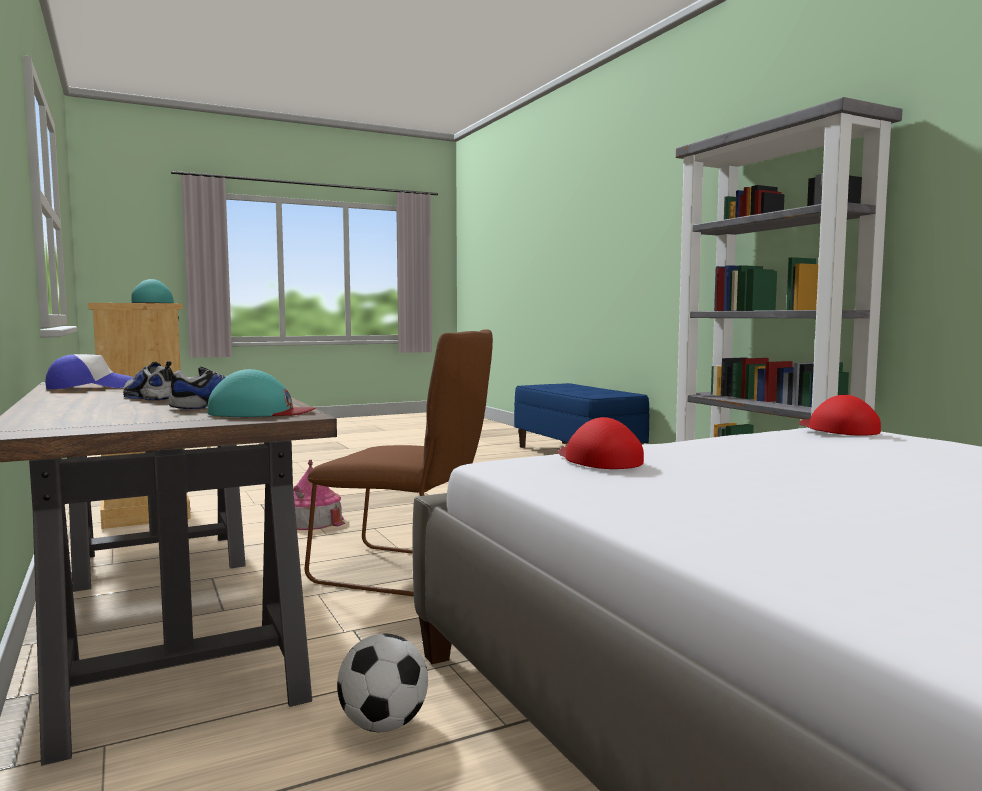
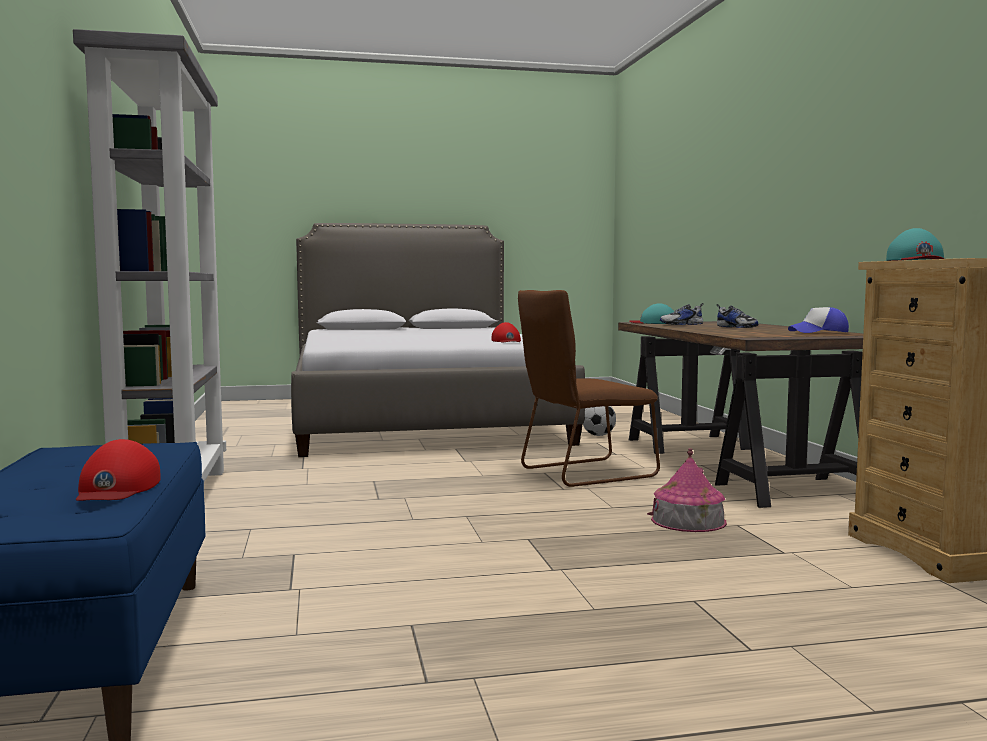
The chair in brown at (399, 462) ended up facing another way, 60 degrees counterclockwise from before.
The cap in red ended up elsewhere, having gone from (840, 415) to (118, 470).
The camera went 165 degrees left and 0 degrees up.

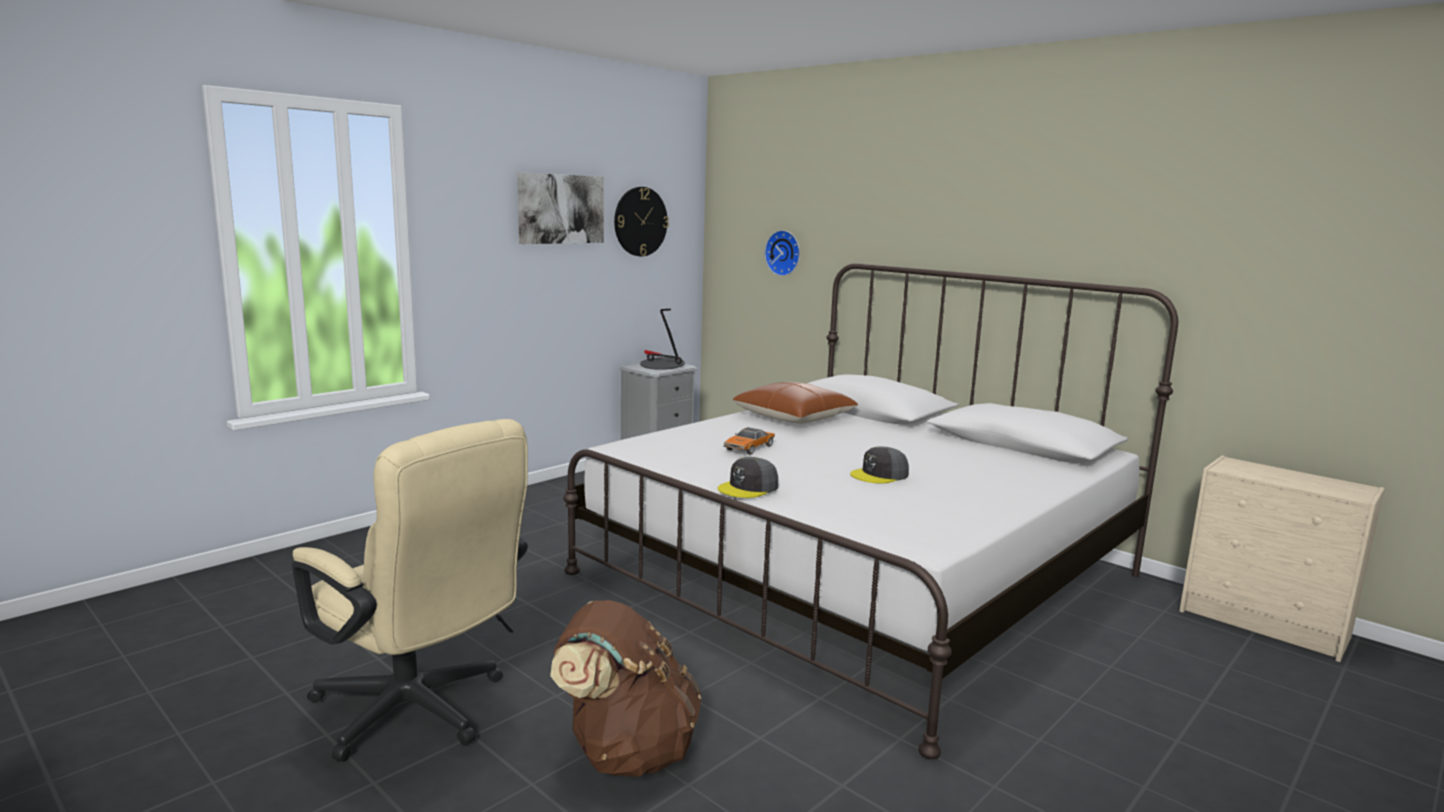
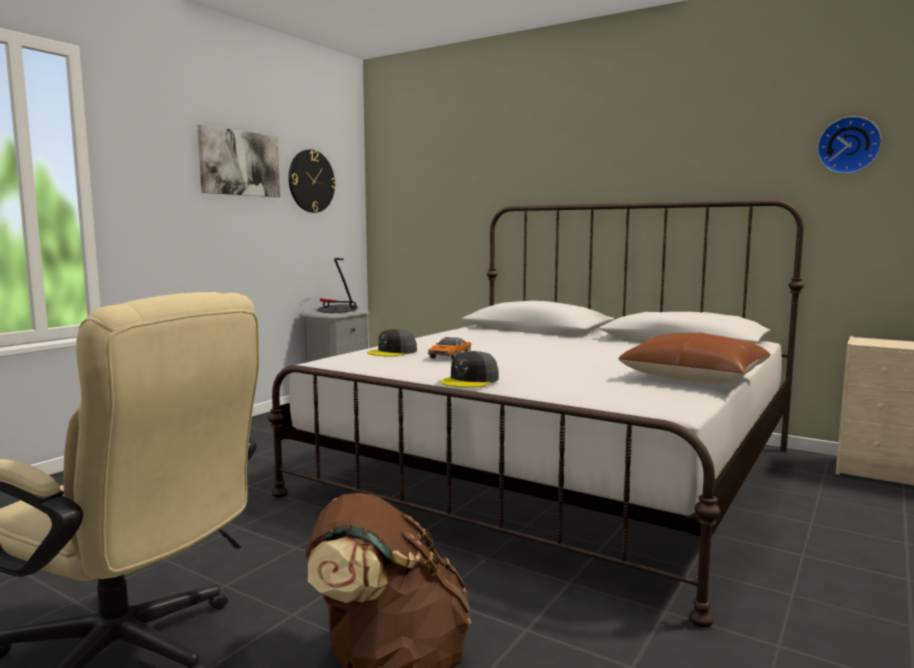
The wall clock ended up elsewhere, having gone from (782, 253) to (849, 145).
The pillow in brown ended up elsewhere, having gone from (795, 403) to (694, 357).
The cap in grey ended up elsewhere, having gone from (879, 465) to (392, 343).
The camera went 10 degrees left and 5 degrees down.

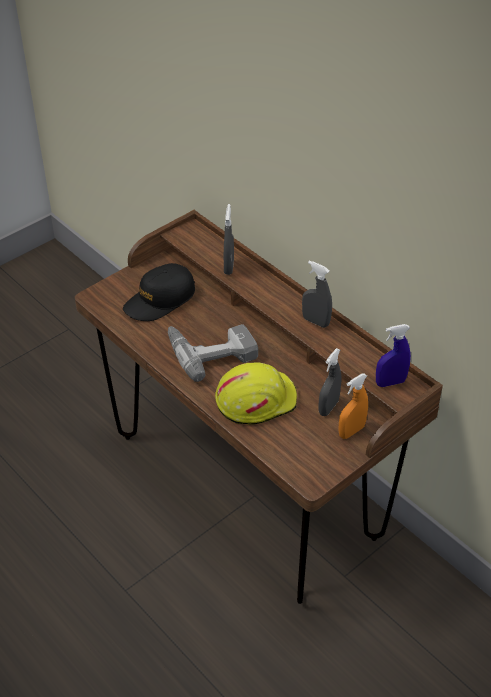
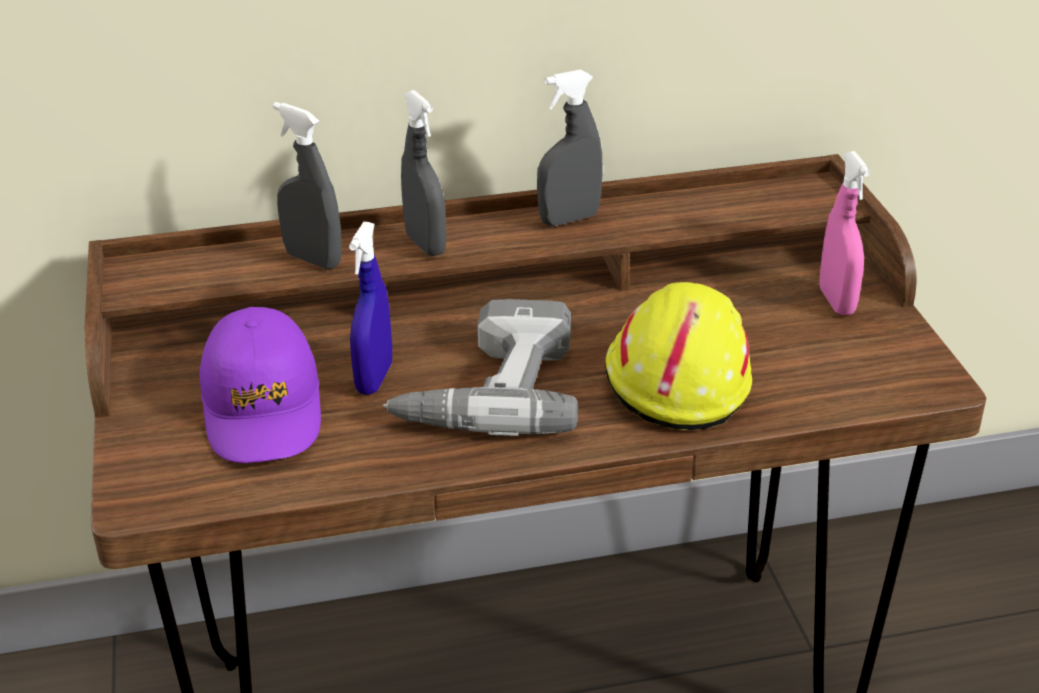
What was the cap in black at (159, 292) turned into the cap in purple at (260, 385).
The spray bottle in blue ended up elsewhere, having gone from (393, 355) to (370, 308).
The spray bottle in grey ended up elsewhere, having gone from (330, 382) to (423, 173).
What was the spray bottle in orange at (353, 406) turned into the spray bottle in pink at (844, 233).
The camera went 60 degrees left and 10 degrees down.

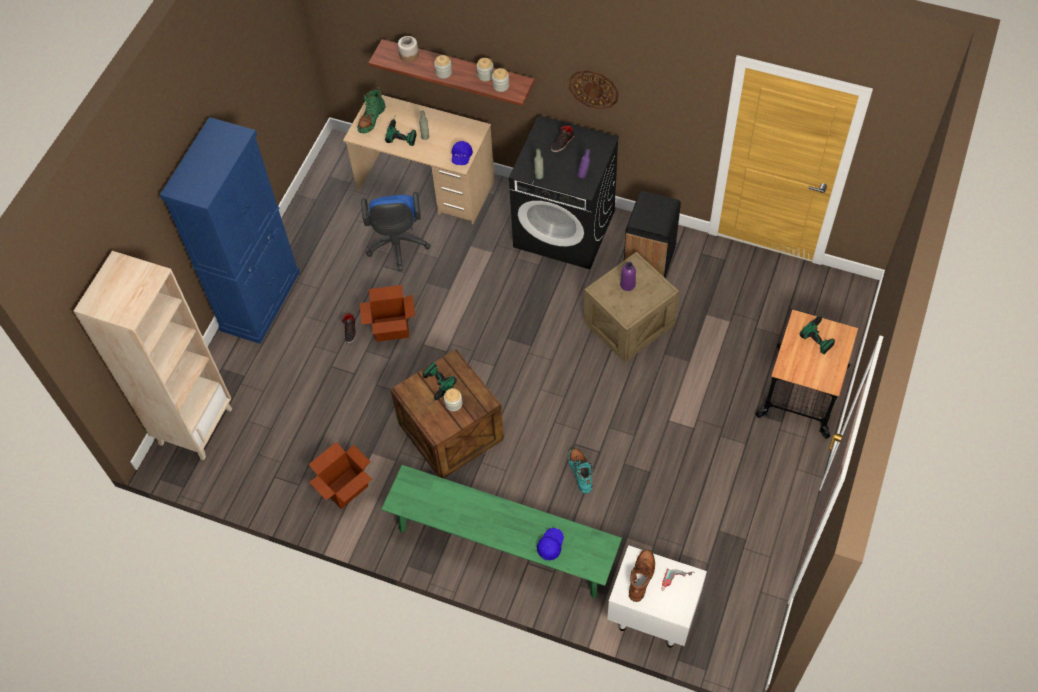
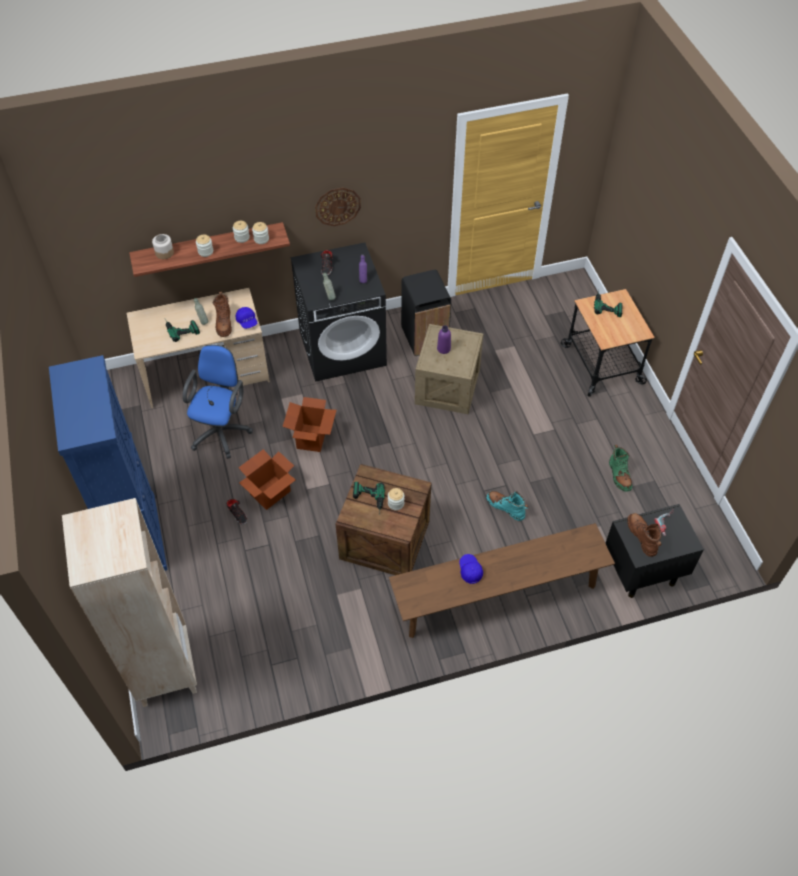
The boot in green ended up elsewhere, having gone from (372, 110) to (620, 468).
The office chair in blue at (396, 231) ended up facing another way, 120 degrees counterclockwise from before.
The cardboard box ended up elsewhere, having gone from (340, 475) to (309, 424).
What was the bench in green at (501, 531) turned into the bench in brown at (502, 580).
The cap in blue ended up elsewhere, having gone from (550, 544) to (471, 569).
What was the nightstand in white at (657, 596) turned into the nightstand in black at (655, 551).
The second view gained the boot in brown at (222, 314).
The camera went 40 degrees left and 5 degrees down.

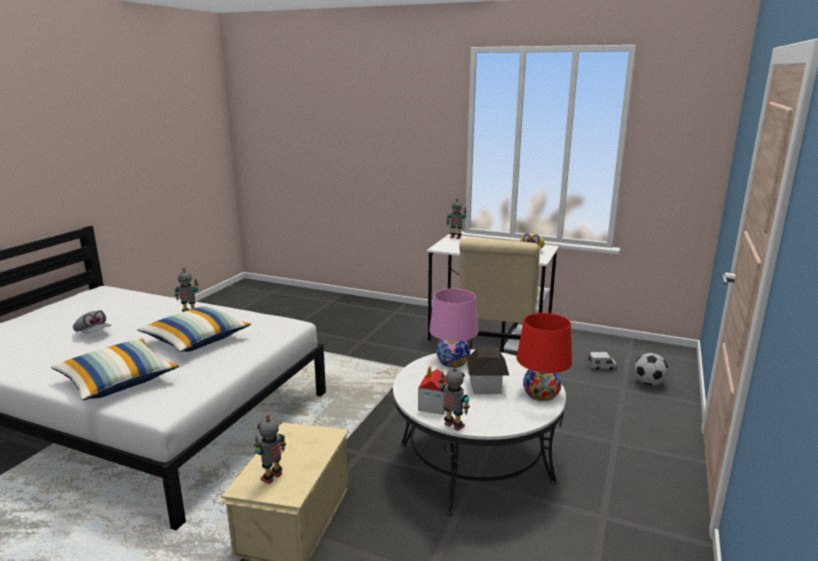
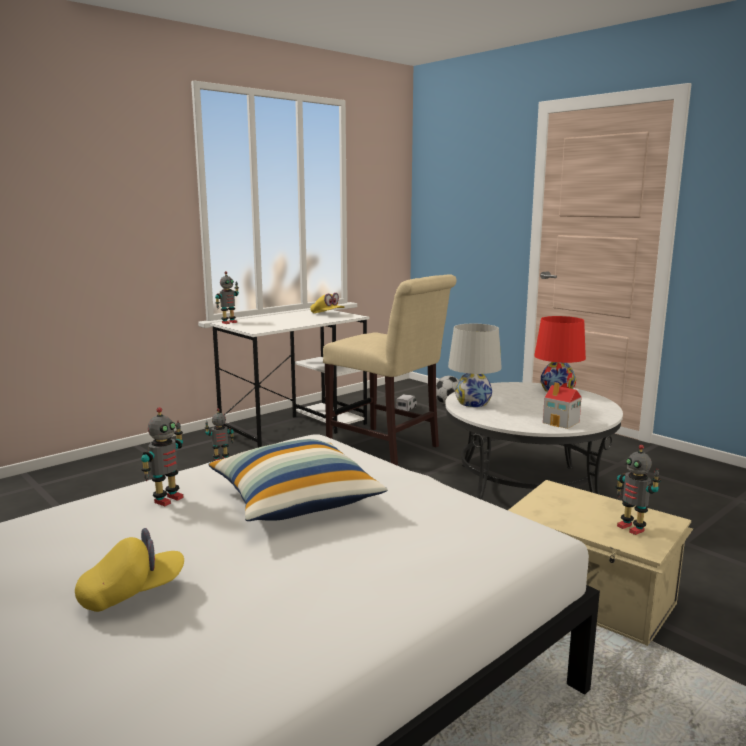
What was the table lamp in pink at (453, 328) turned into the table lamp in white at (475, 365).
What was the cap in grey at (92, 321) turned into the cap in yellow at (129, 570).
The second view lost the pillow at (115, 369).
The second view lost the toy house at (488, 371).
The toy robot ended up elsewhere, having gone from (454, 397) to (219, 434).
The camera went 65 degrees left and 5 degrees down.

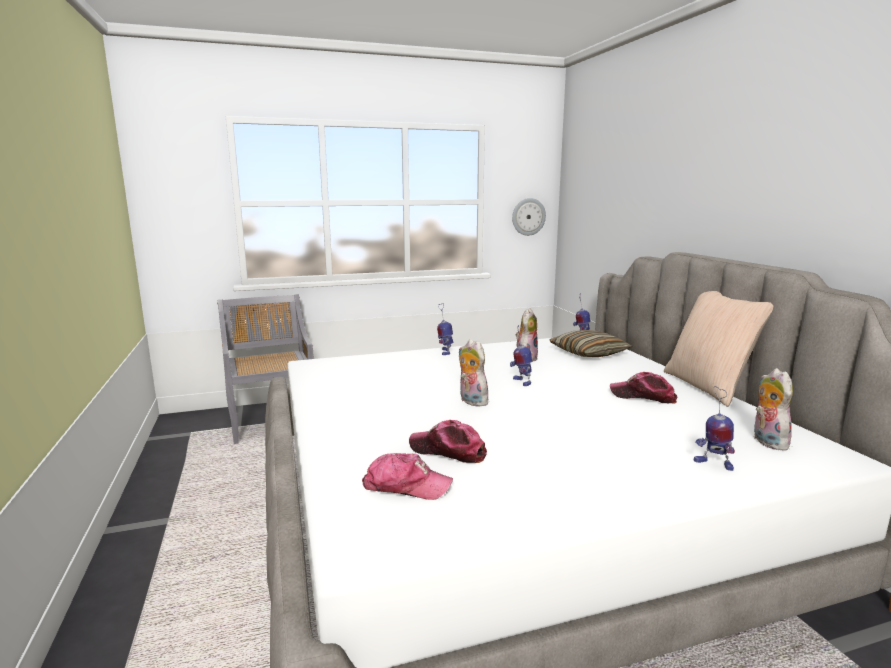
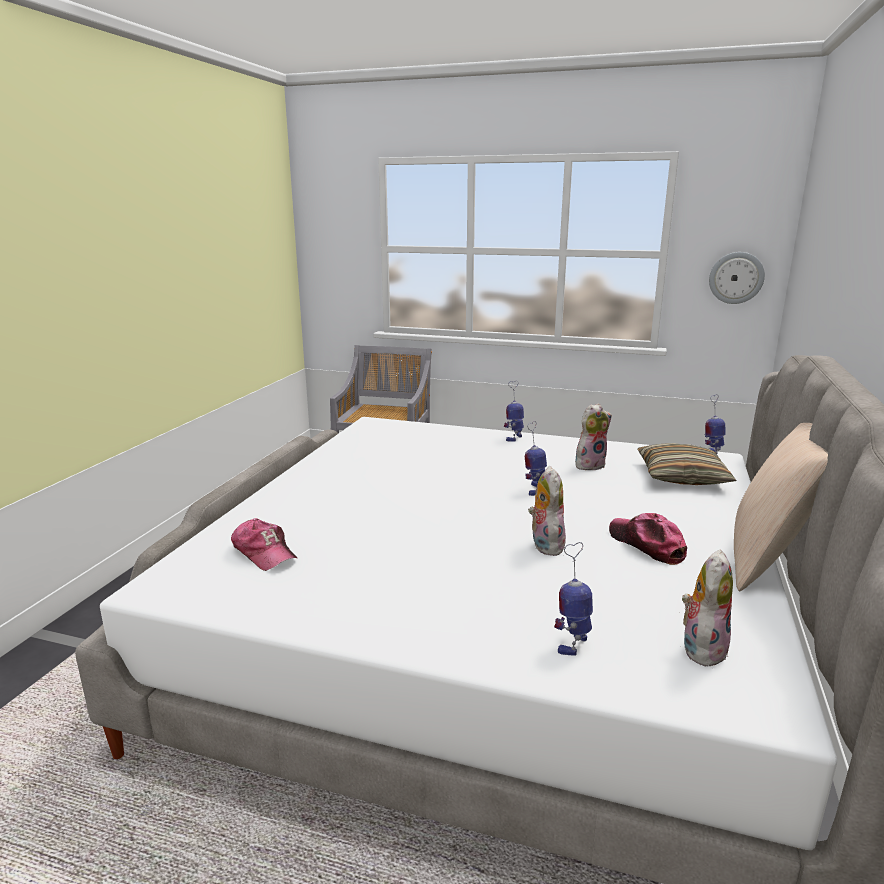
The plush toy ended up elsewhere, having gone from (473, 373) to (547, 511).
The toy robot at (714, 428) ended up facing another way, 60 degrees clockwise from before.
The second view lost the cap at (448, 441).
The camera went 35 degrees right and 5 degrees up.

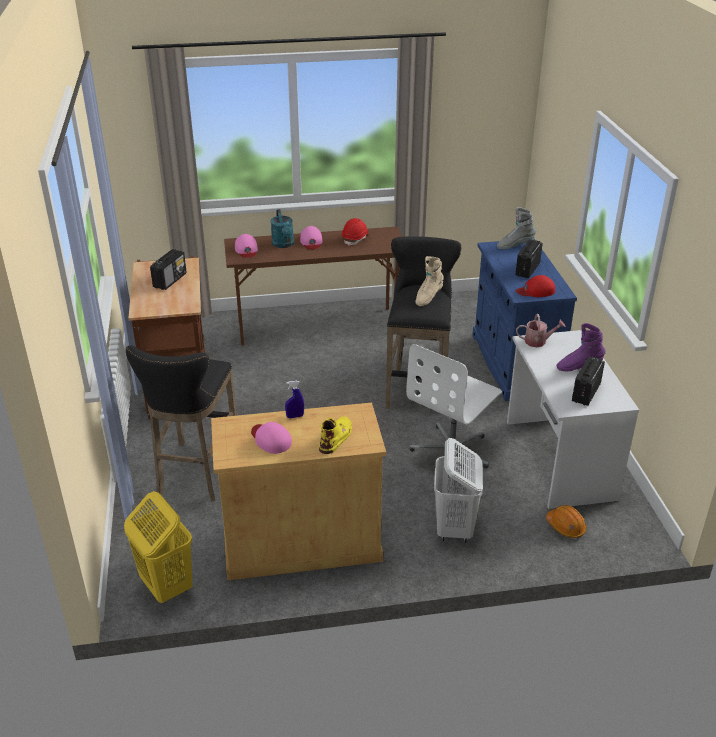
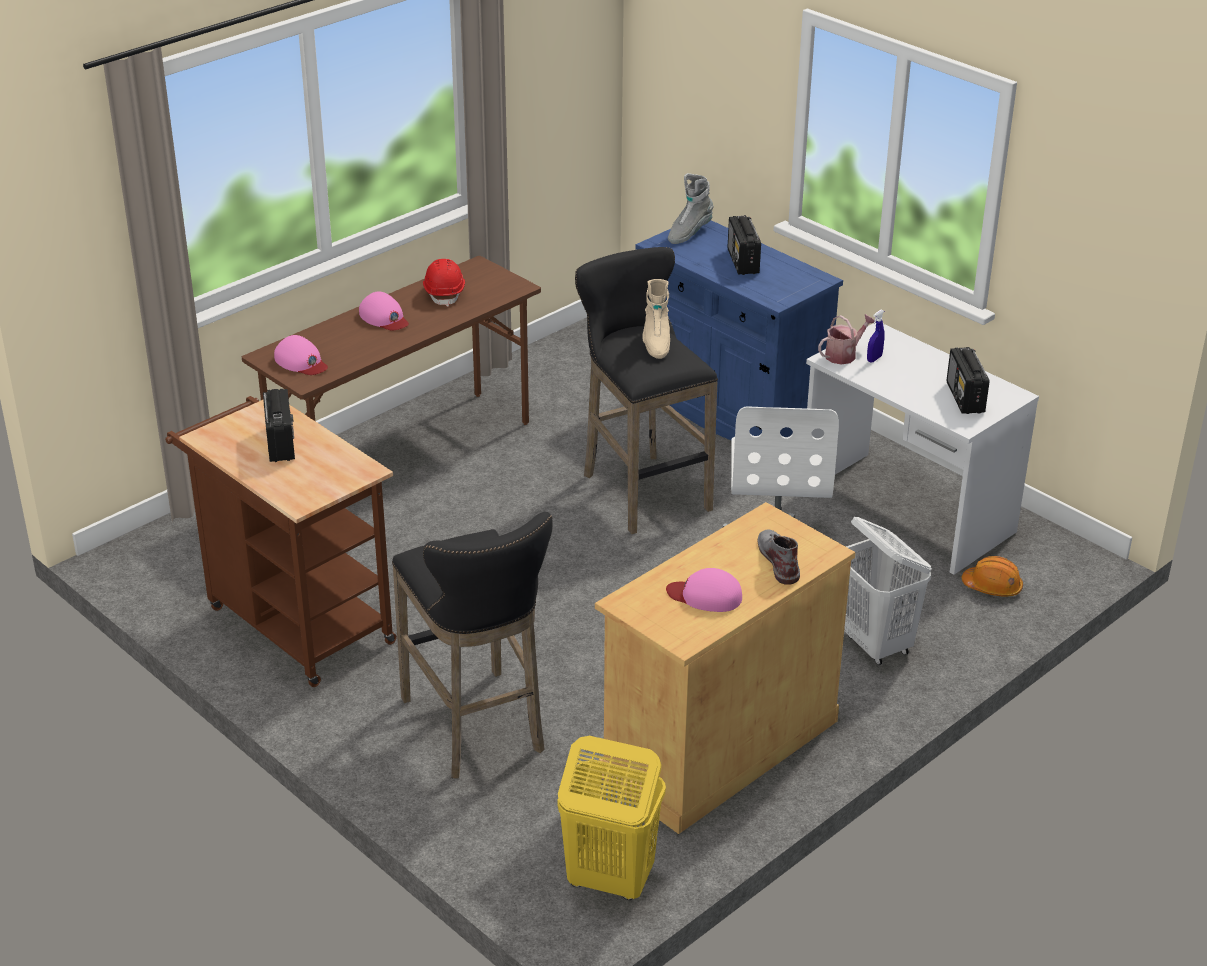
The second view lost the watering can in turquoise at (282, 228).
The second view lost the cap in red at (535, 286).
The second view lost the boot in purple at (581, 347).
The spray bottle in blue ended up elsewhere, having gone from (294, 399) to (876, 336).
What was the boot in yellow at (335, 435) turned into the boot in grey at (779, 557).
The camera went 35 degrees left and 0 degrees up.

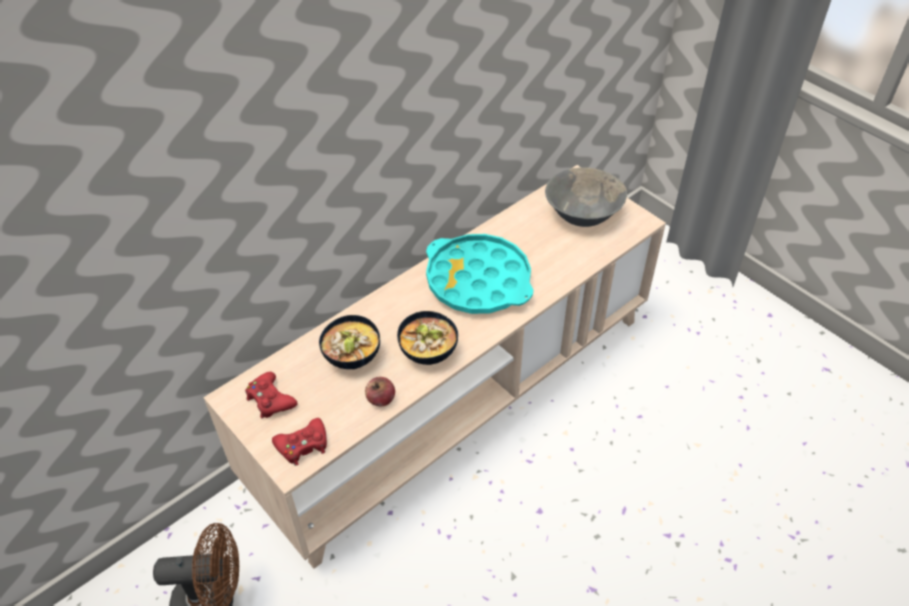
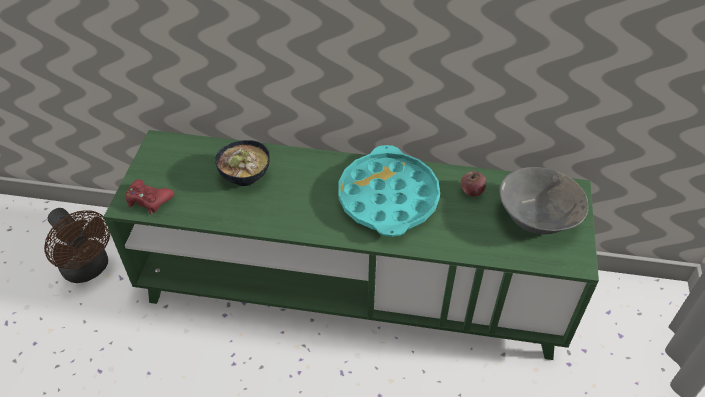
What was the tv stand in beige at (434, 367) turned into the tv stand in green at (351, 245).
The second view lost the bowl at (427, 338).
The second view lost the game controller in red at (271, 395).
The apple ended up elsewhere, having gone from (380, 391) to (473, 184).
The camera went 50 degrees right and 0 degrees up.

